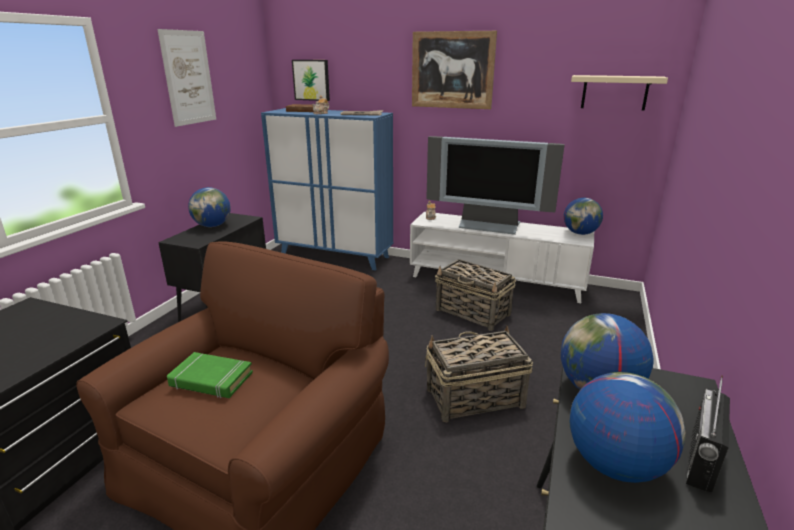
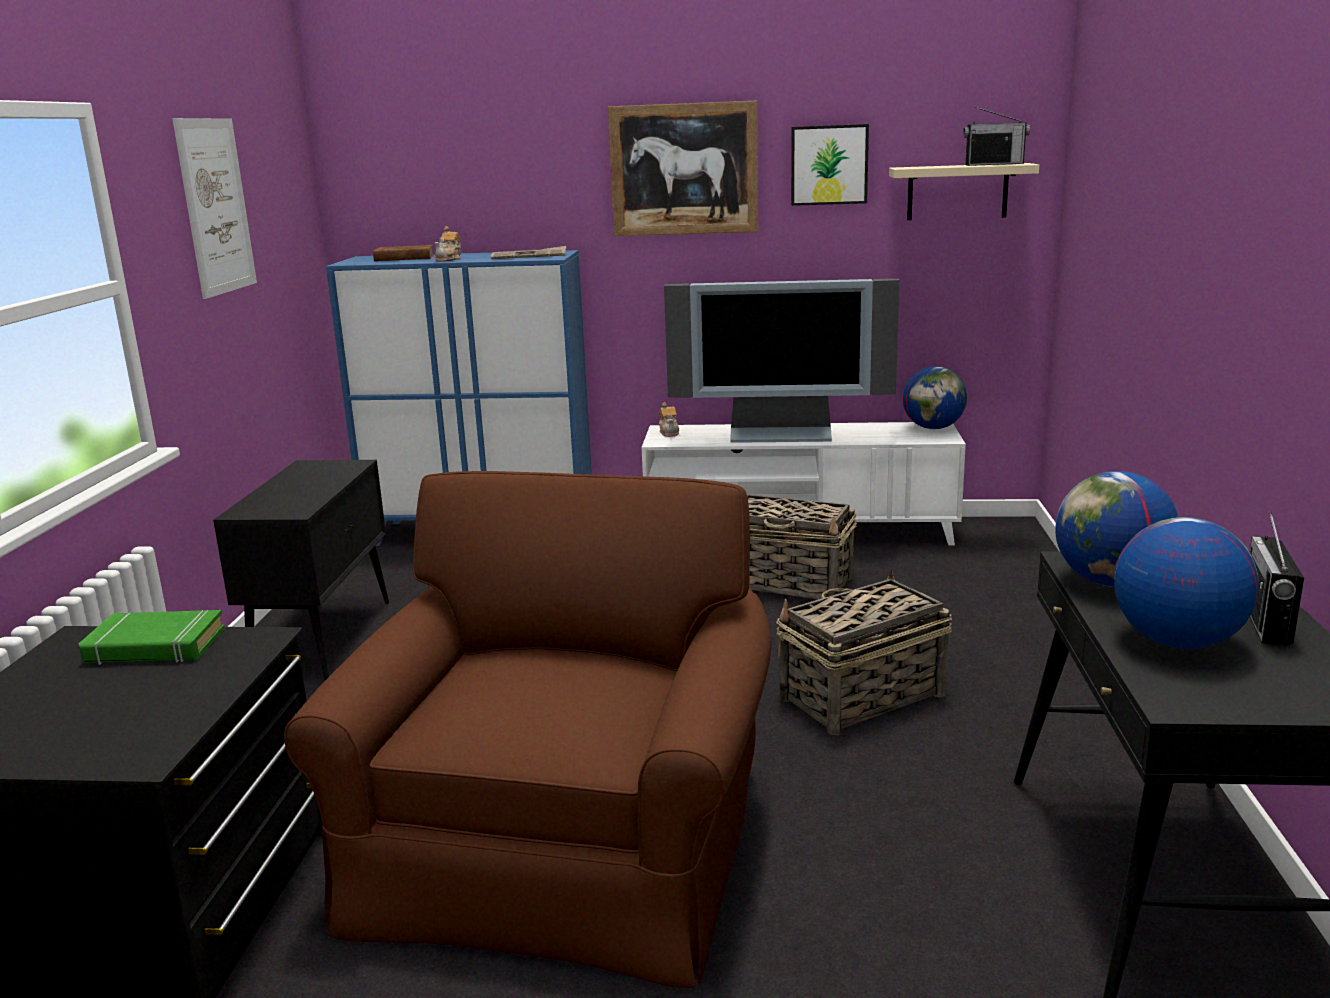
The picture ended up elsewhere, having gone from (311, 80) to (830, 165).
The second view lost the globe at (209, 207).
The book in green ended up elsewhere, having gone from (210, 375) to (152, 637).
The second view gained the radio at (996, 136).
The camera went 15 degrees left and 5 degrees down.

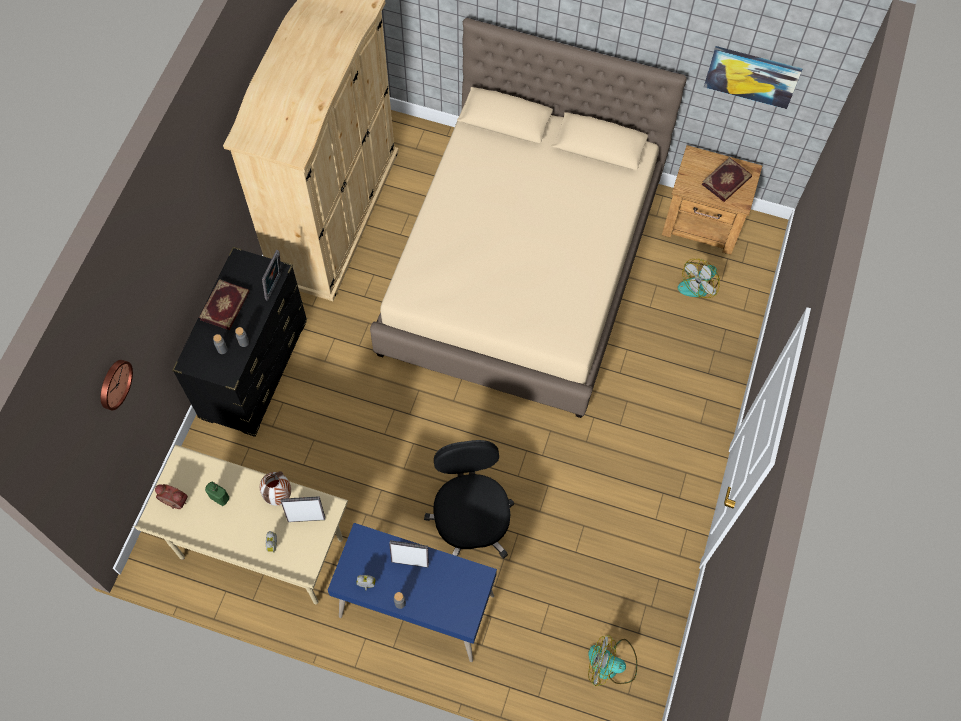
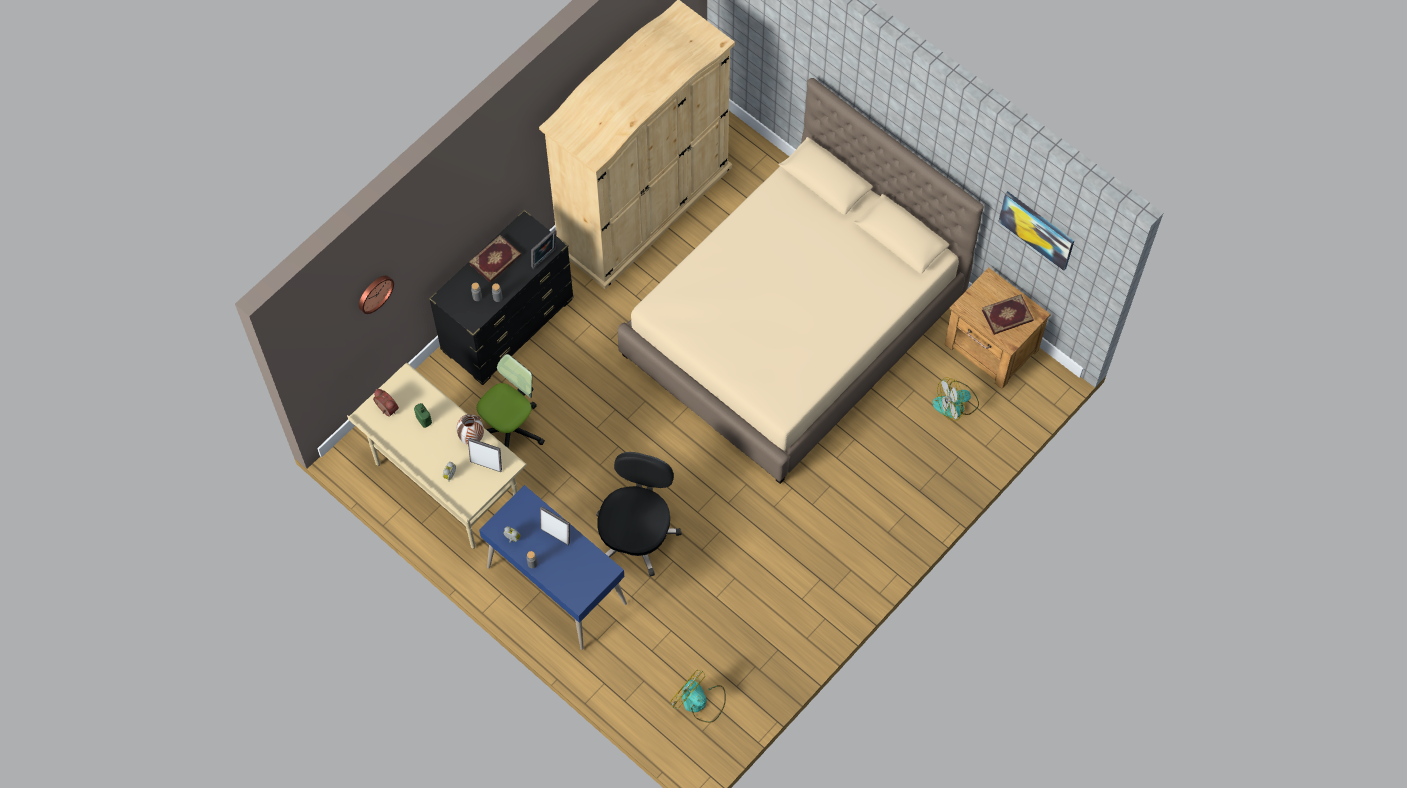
The second view gained the office chair at (511, 401).
The camera went 25 degrees right and 0 degrees up.

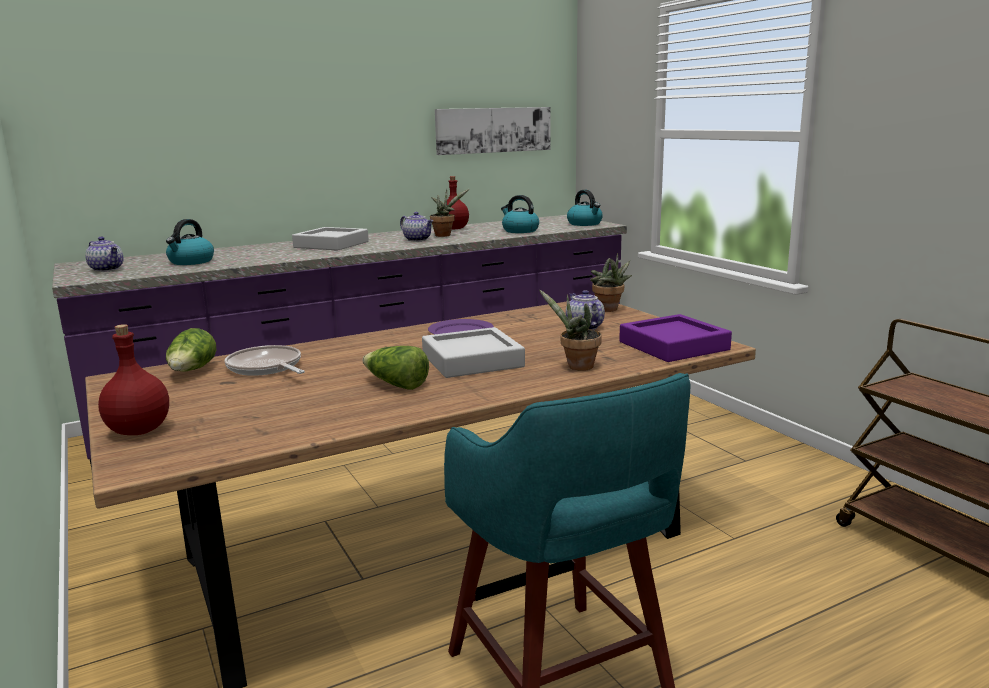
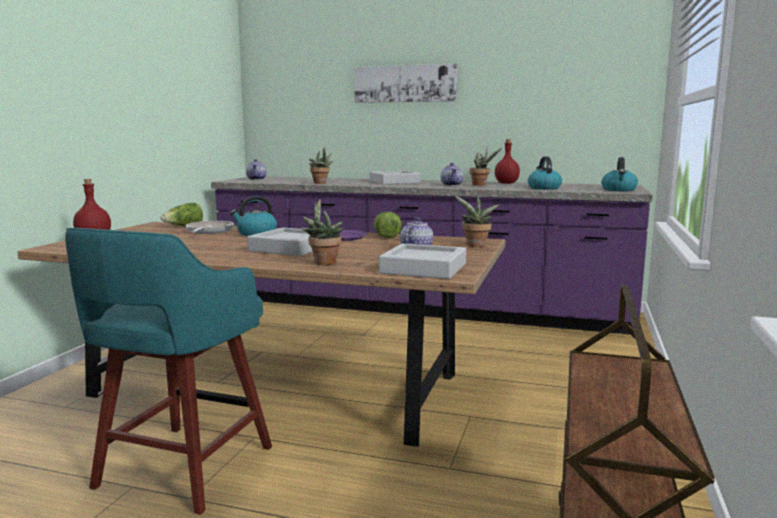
The picture ended up elsewhere, having gone from (493, 131) to (405, 83).
The kettle ended up elsewhere, having gone from (190, 242) to (253, 216).
What was the tray in purple at (675, 338) turned into the tray in grey at (422, 261).
The lettuce ended up elsewhere, having gone from (395, 368) to (387, 224).
The second view gained the potted plant at (321, 166).
The camera went 45 degrees right and 5 degrees down.

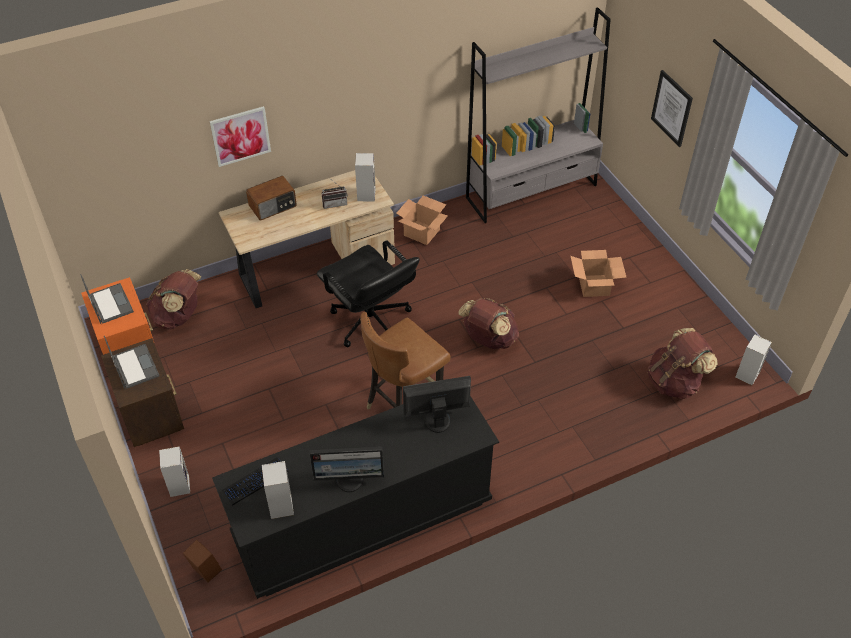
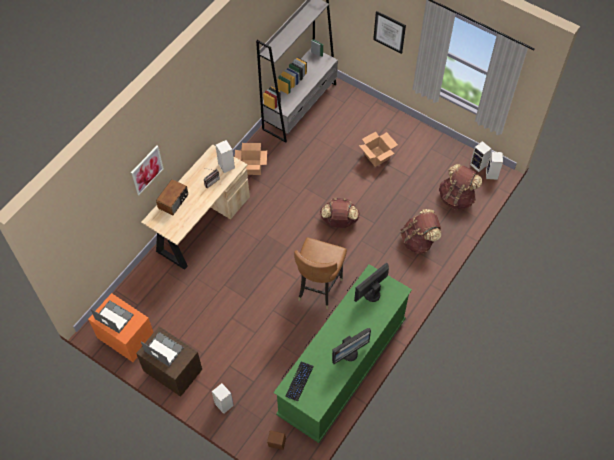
The second view lost the office chair in black at (368, 293).
The backpack in brown ended up elsewhere, having gone from (174, 299) to (421, 231).
What was the dresser in black at (355, 497) turned into the dresser in green at (343, 353).
The speaker ended up elsewhere, having gone from (277, 490) to (481, 156).
The camera went 30 degrees left and 10 degrees up.

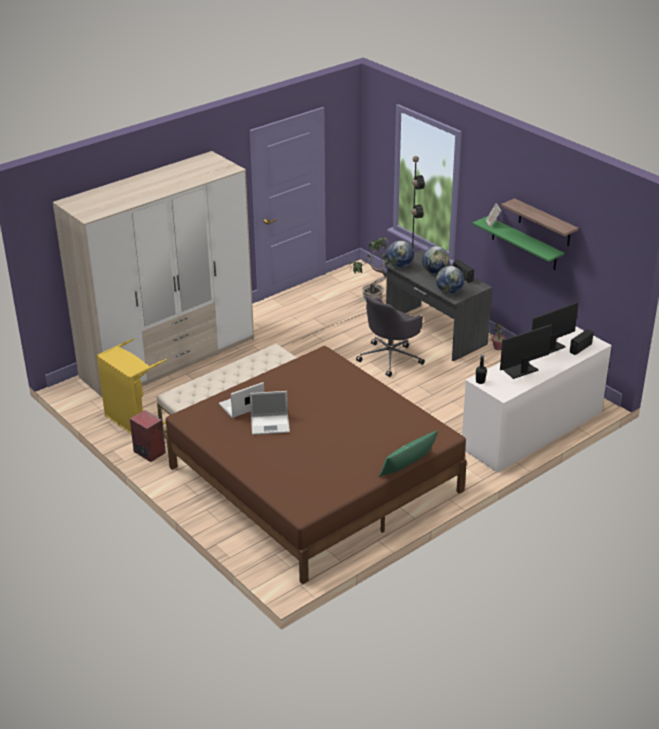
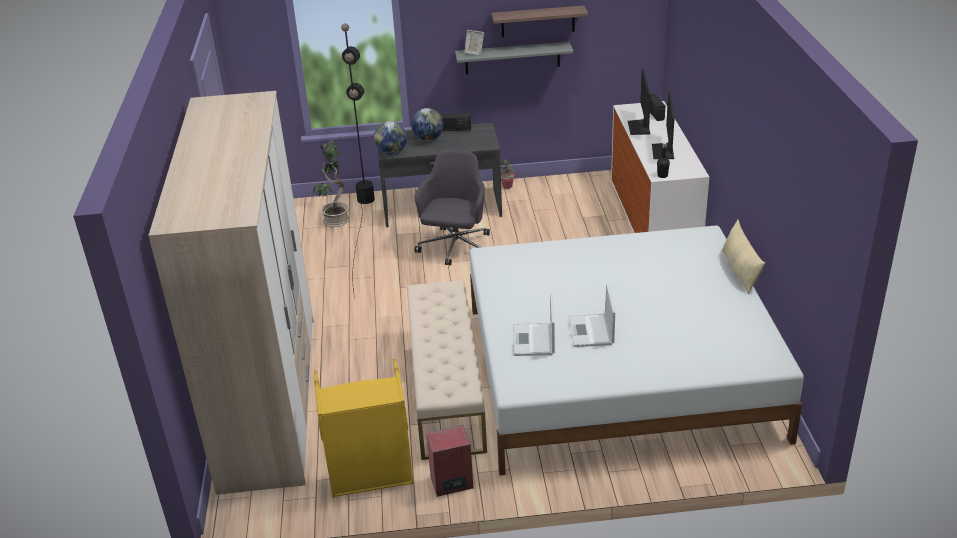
What was the shelf in green at (518, 243) turned into the shelf in grey at (514, 58).
The second view lost the globe at (450, 280).
The office chair in grey at (390, 336) ended up facing another way, 150 degrees counterclockwise from before.
What was the bed in brown at (316, 465) turned into the bed in white at (636, 350).
The laptop at (270, 413) ended up facing another way, 150 degrees clockwise from before.
What was the pillow in green at (408, 453) turned into the pillow in beige at (743, 257).
The camera went 55 degrees left and 0 degrees up.

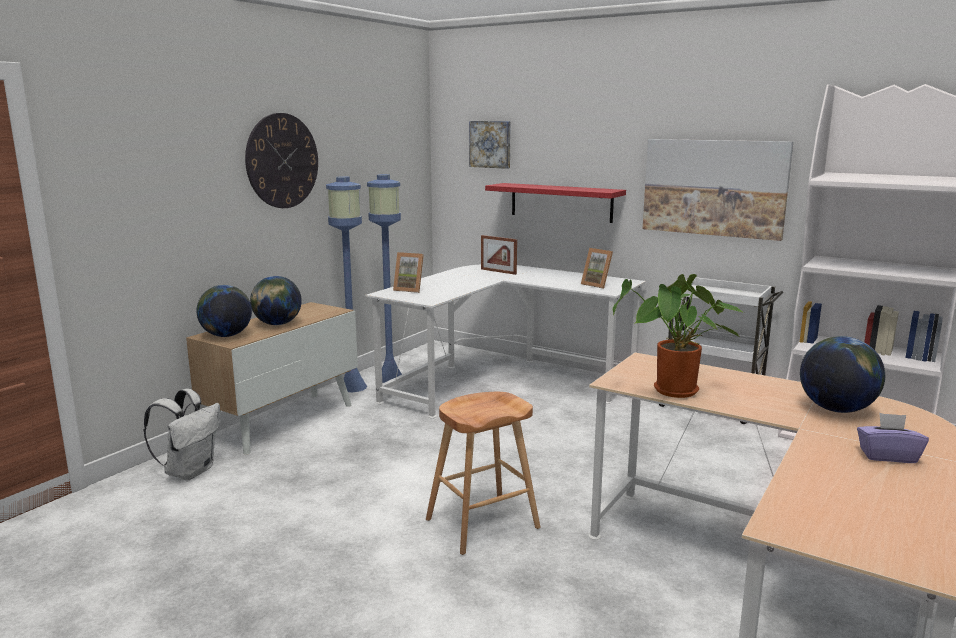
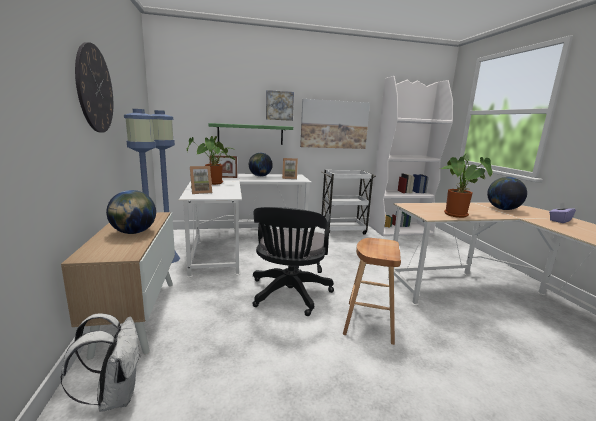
The picture ended up elsewhere, having gone from (490, 145) to (280, 105).
What was the shelf in red at (555, 203) turned into the shelf in green at (251, 134).
The globe ended up elsewhere, having gone from (224, 311) to (261, 165).
The second view gained the potted plant at (211, 160).
The second view gained the office chair in black at (293, 261).
The camera went 45 degrees left and 0 degrees up.

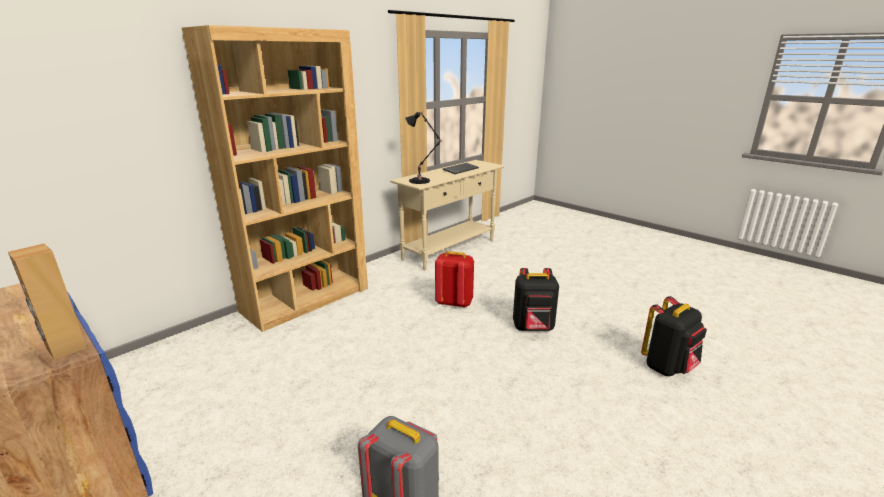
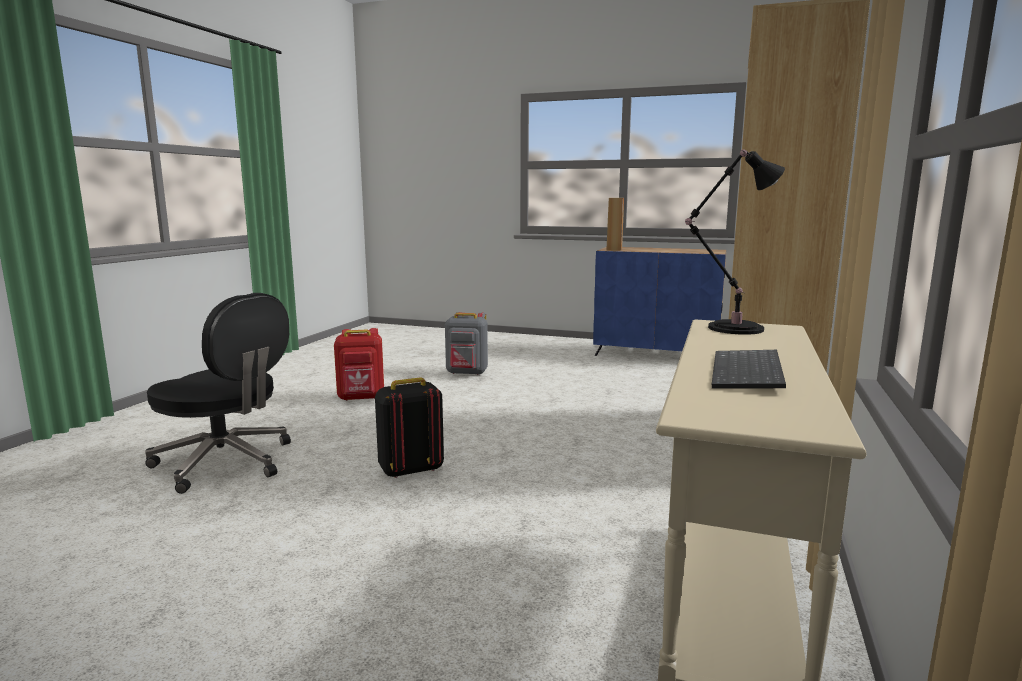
The backpack in red ended up elsewhere, having gone from (454, 279) to (359, 364).
Where the backpack in black stood at (674, 336), the office chair in black came to stand at (218, 393).
The camera went 155 degrees right and 10 degrees down.

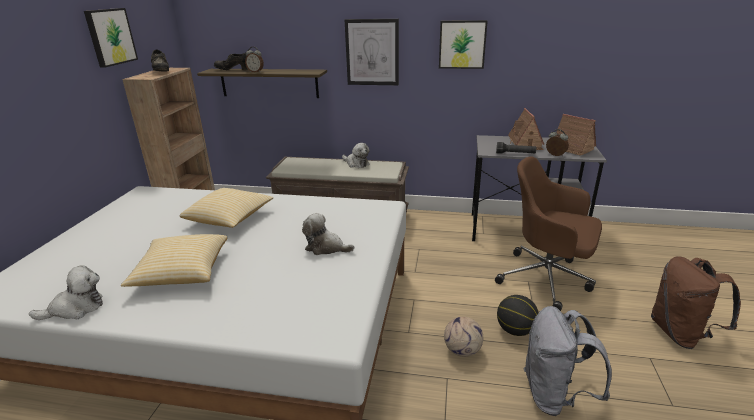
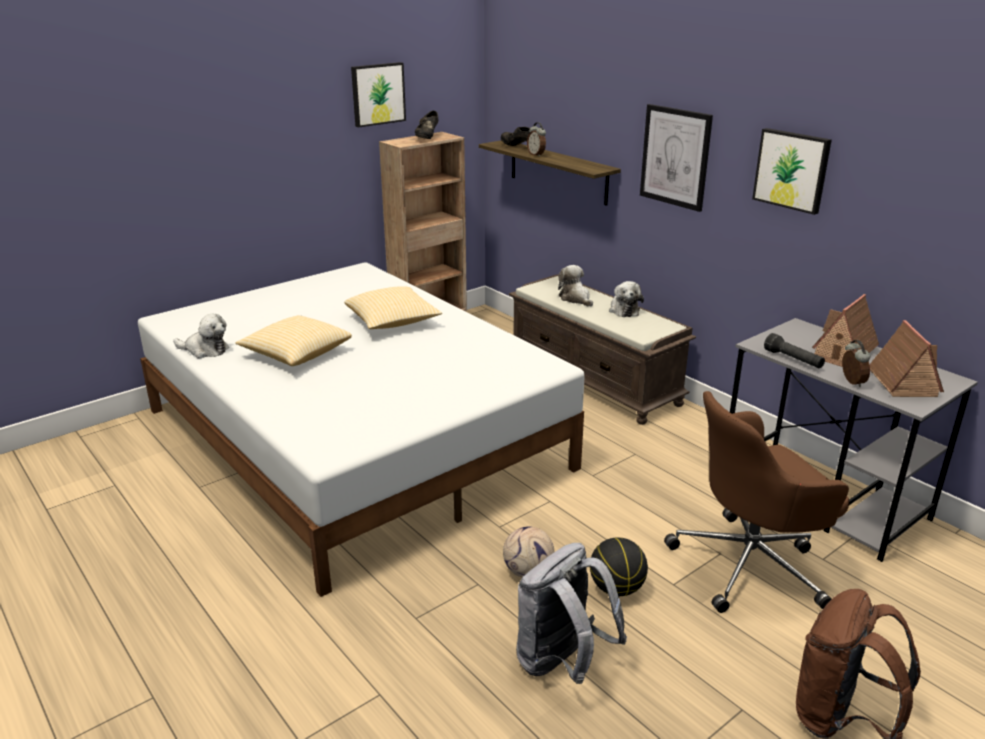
The office chair in brown at (548, 233) ended up facing another way, 90 degrees counterclockwise from before.
The plush toy ended up elsewhere, having gone from (328, 234) to (575, 286).
The camera went 40 degrees right and 0 degrees up.

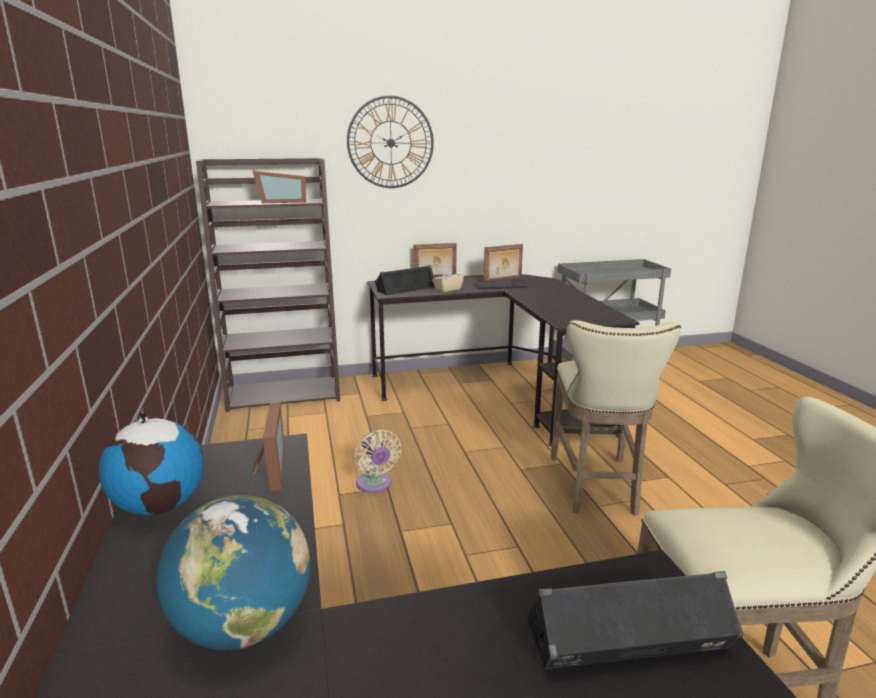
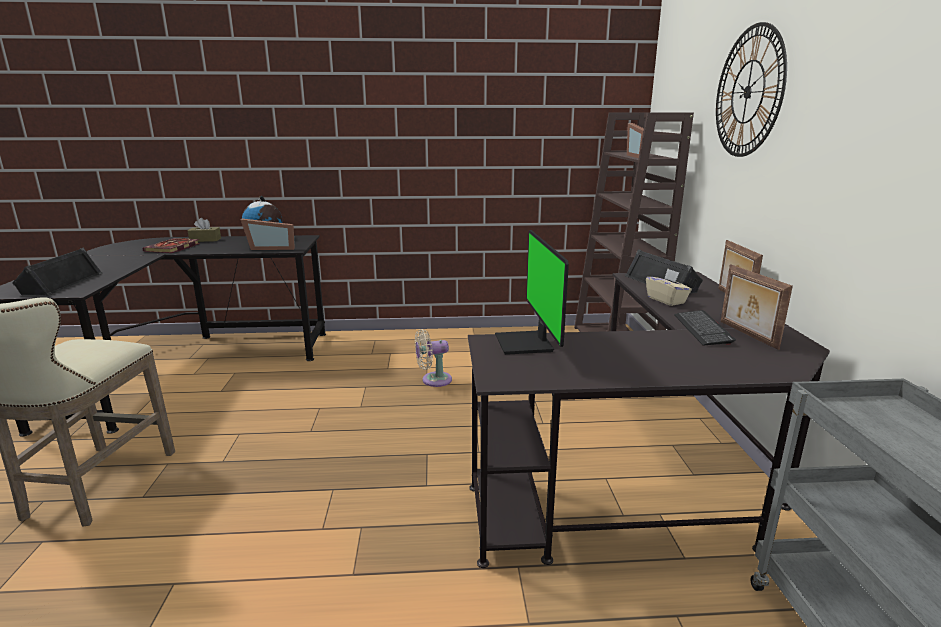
The second view lost the stool in beige at (616, 418).
Where the globe stood at (233, 572), the book came to stand at (171, 245).
The second view gained the tissue box in brown at (204, 230).
The second view gained the monitor at (532, 292).
The camera went 100 degrees right and 0 degrees up.

